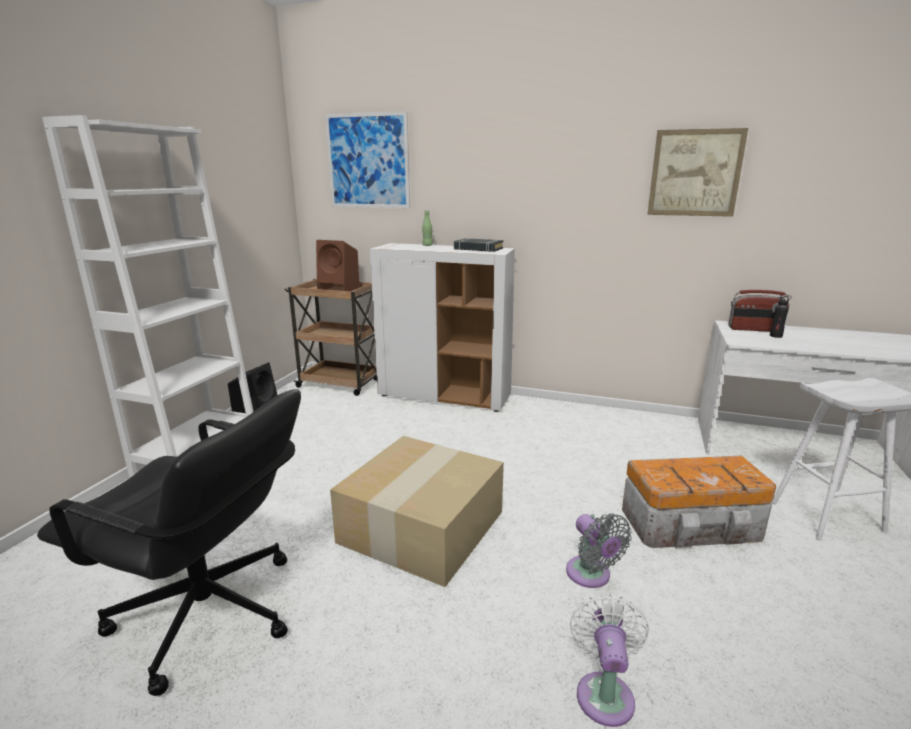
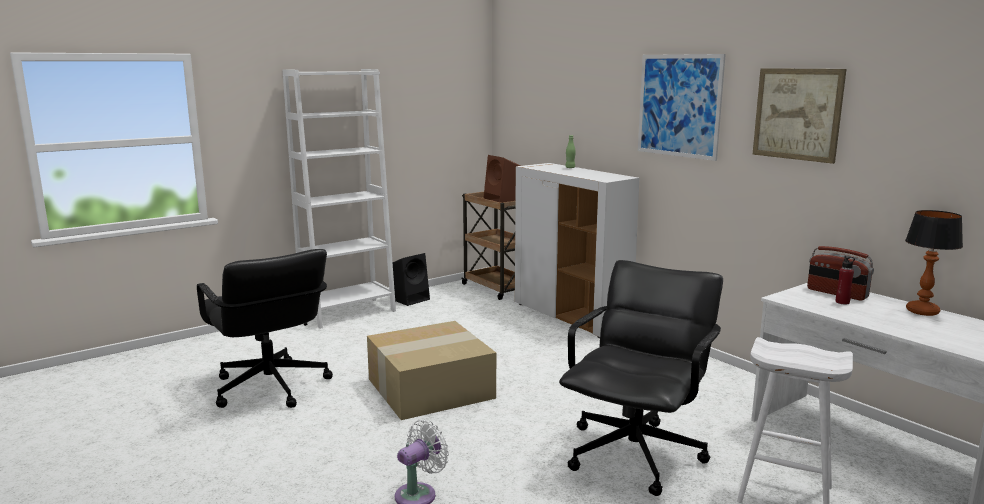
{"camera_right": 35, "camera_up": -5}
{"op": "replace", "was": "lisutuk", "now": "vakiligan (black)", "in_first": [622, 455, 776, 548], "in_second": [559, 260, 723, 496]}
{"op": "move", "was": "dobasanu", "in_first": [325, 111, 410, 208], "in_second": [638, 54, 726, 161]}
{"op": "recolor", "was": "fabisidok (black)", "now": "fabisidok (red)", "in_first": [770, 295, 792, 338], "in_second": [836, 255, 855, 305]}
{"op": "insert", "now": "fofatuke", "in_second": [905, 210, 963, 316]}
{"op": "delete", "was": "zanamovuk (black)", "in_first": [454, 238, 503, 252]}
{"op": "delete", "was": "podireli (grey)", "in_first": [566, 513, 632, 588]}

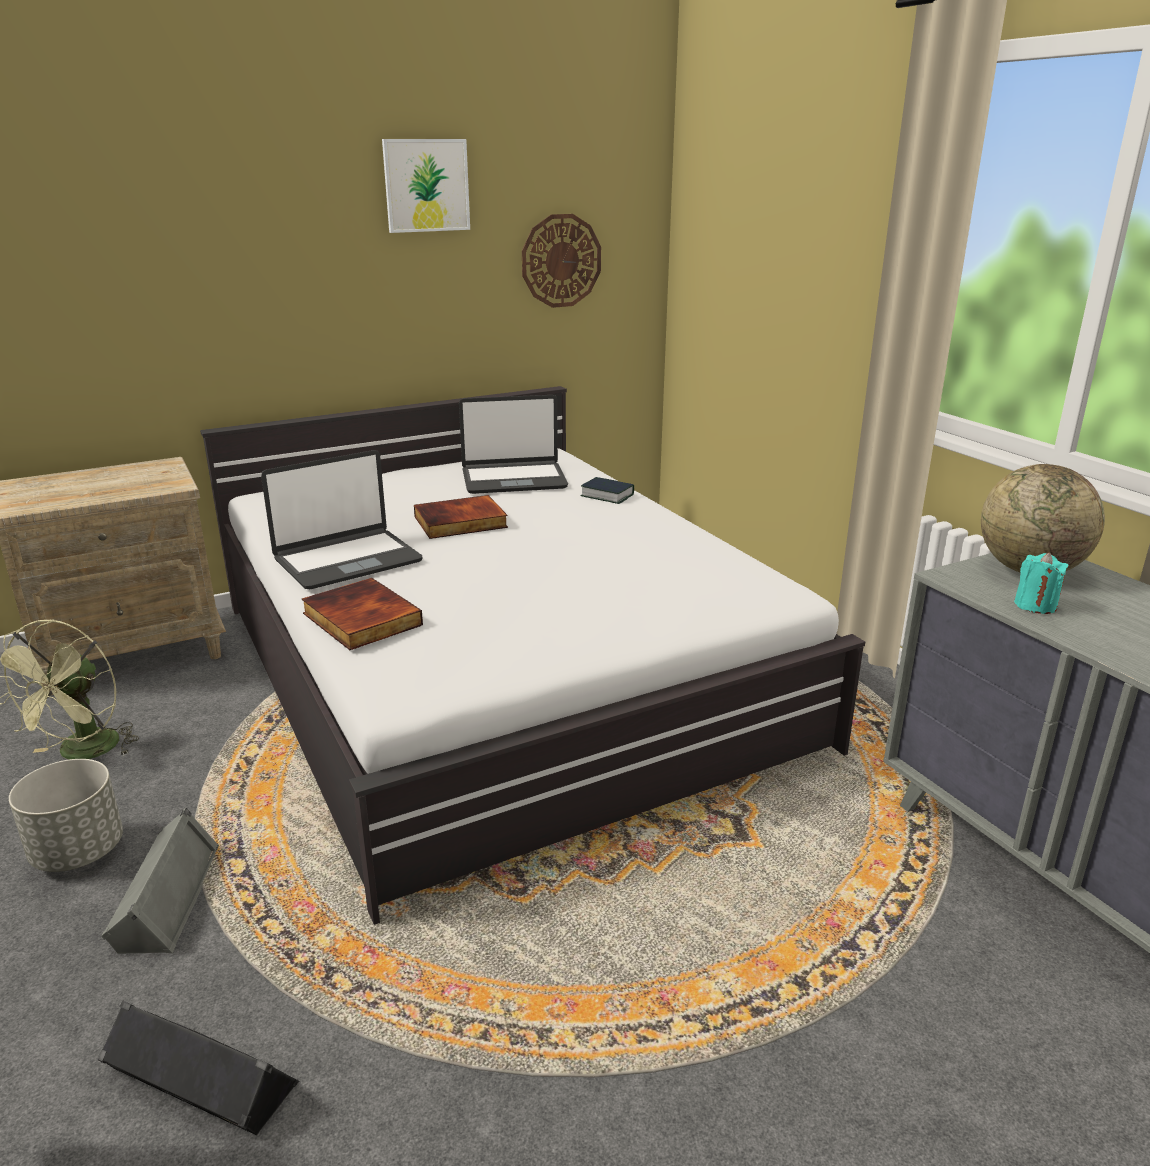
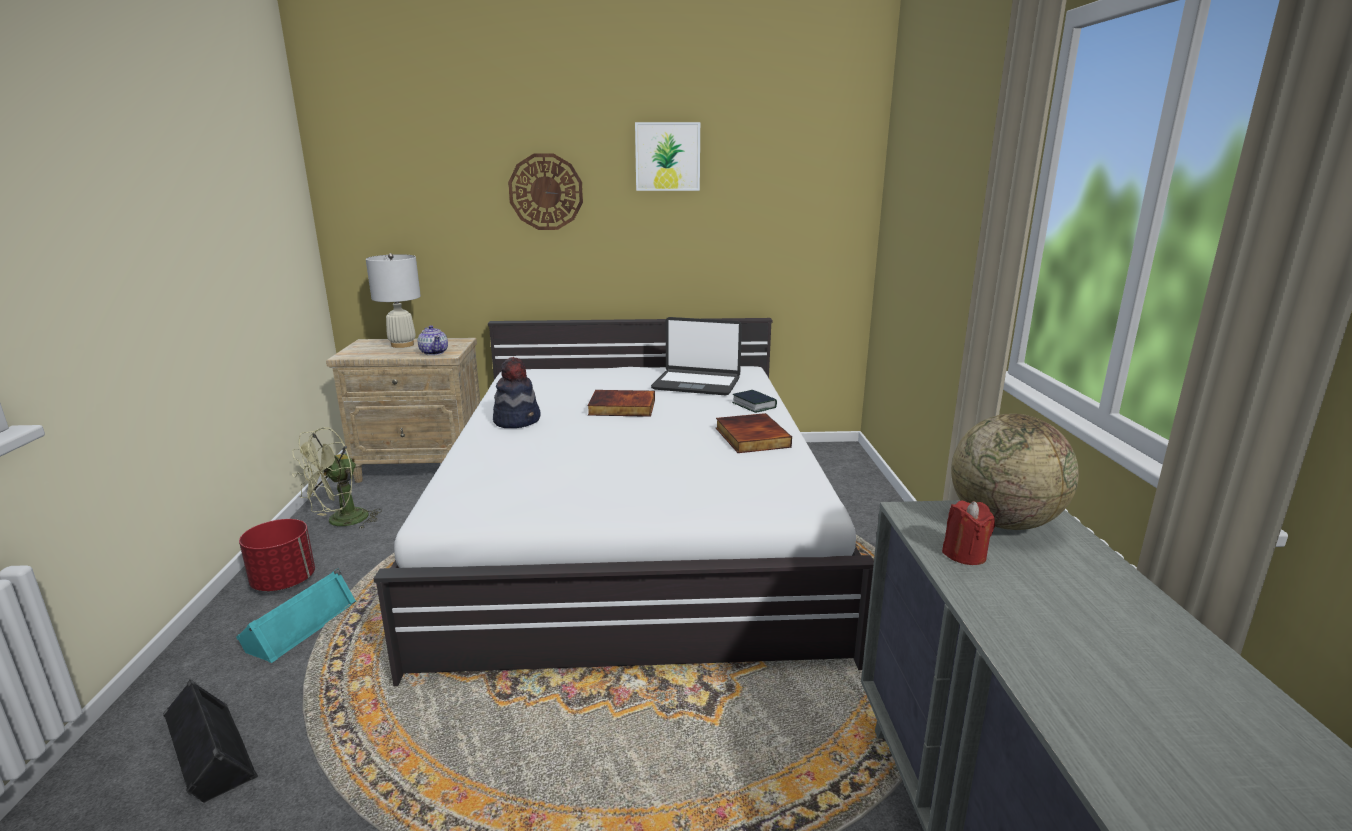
{"camera_right": 25, "camera_up": -5}
{"op": "recolor", "was": "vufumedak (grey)", "now": "vufumedak (turquoise)", "in_first": [101, 808, 219, 954], "in_second": [236, 569, 357, 663]}
{"op": "recolor", "was": "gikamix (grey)", "now": "gikamix (red)", "in_first": [9, 759, 123, 872], "in_second": [239, 519, 315, 591]}
{"op": "insert", "now": "fofatuke (white)", "in_second": [366, 253, 421, 348]}
{"op": "insert", "now": "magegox", "in_second": [418, 325, 448, 355]}
{"op": "replace", "was": "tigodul", "now": "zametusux", "in_first": [261, 450, 423, 589], "in_second": [493, 357, 541, 428]}
{"op": "move", "was": "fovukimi", "in_first": [522, 214, 601, 308], "in_second": [508, 154, 583, 230]}
{"op": "move", "was": "zanamovuk", "in_first": [302, 578, 423, 650], "in_second": [716, 413, 792, 453]}
{"op": "recolor", "was": "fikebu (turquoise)", "now": "fikebu (red)", "in_first": [1014, 553, 1069, 614], "in_second": [942, 501, 995, 565]}

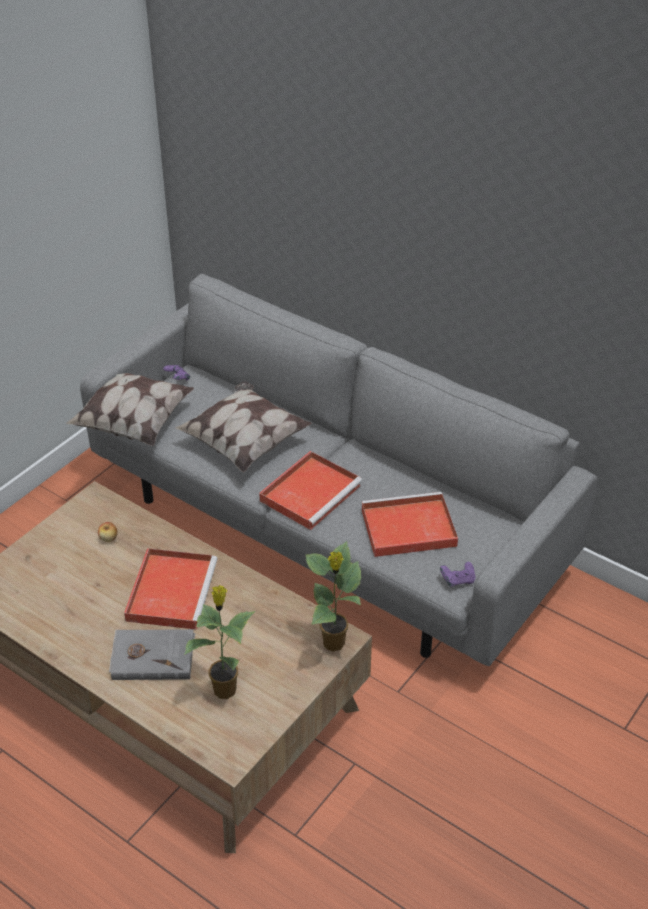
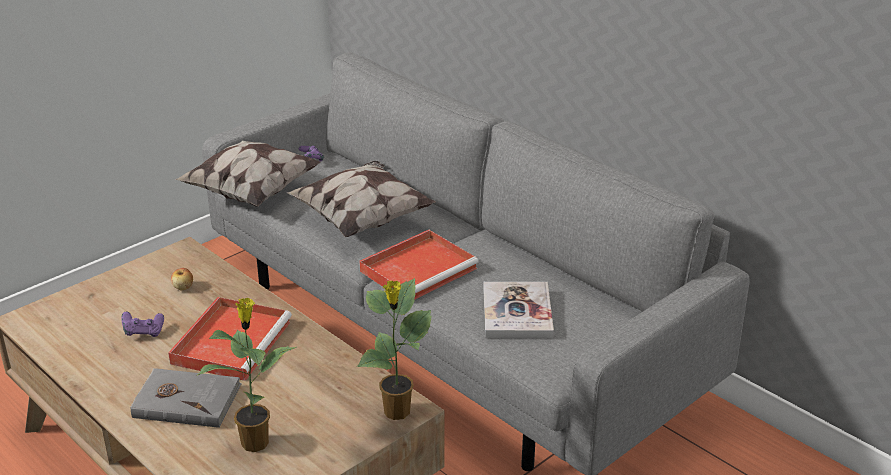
{"camera_right": 10, "camera_up": -10}
{"op": "move", "was": "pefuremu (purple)", "in_first": [440, 562, 476, 587], "in_second": [121, 312, 164, 337]}
{"op": "replace", "was": "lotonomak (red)", "now": "zanamovuk", "in_first": [362, 492, 458, 557], "in_second": [483, 282, 554, 338]}

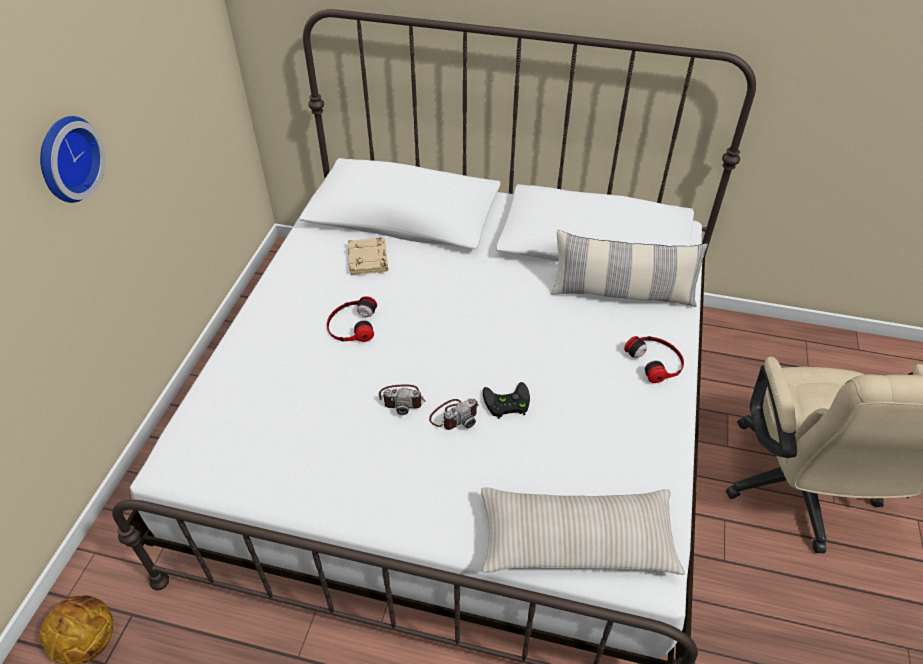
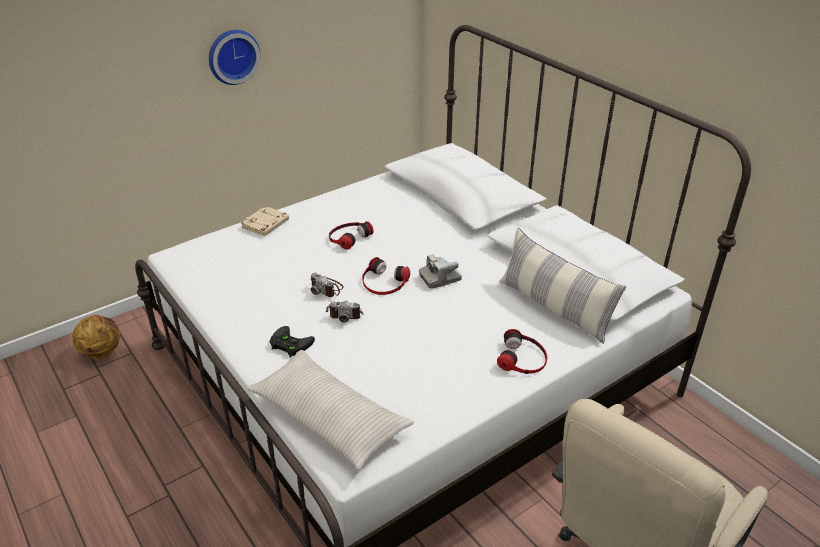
{"camera_right": 40, "camera_up": -10}
{"op": "move", "was": "zanamovuk (beige)", "in_first": [348, 238, 388, 275], "in_second": [241, 206, 289, 236]}
{"op": "move", "was": "pefuremu (black)", "in_first": [483, 382, 530, 419], "in_second": [269, 326, 315, 357]}
{"op": "insert", "now": "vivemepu", "in_second": [362, 257, 410, 295]}
{"op": "insert", "now": "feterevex", "in_second": [419, 254, 462, 289]}

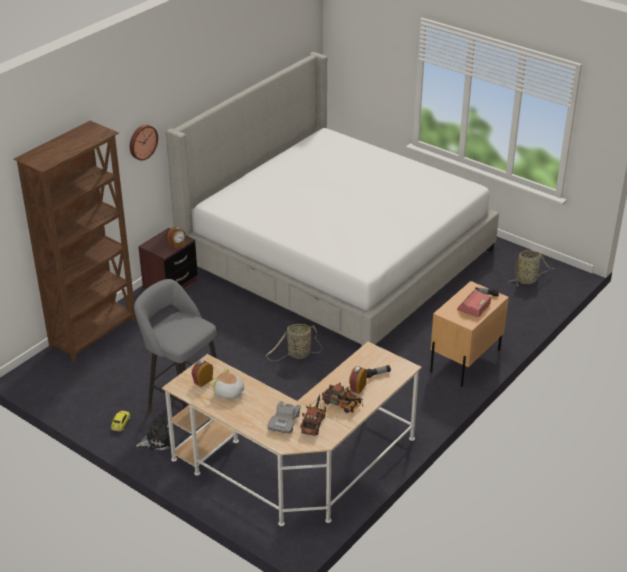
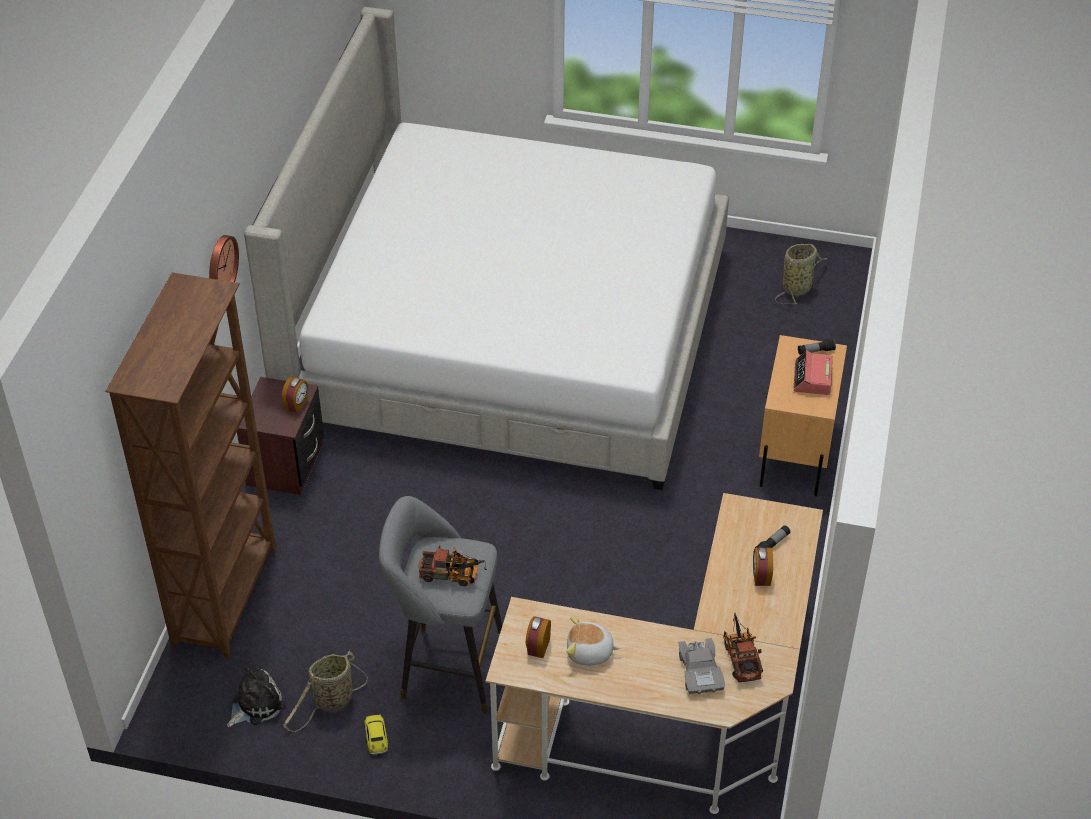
{"camera_right": -25, "camera_up": 10}
{"op": "move", "was": "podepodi", "in_first": [136, 414, 171, 451], "in_second": [227, 665, 286, 727]}
{"op": "move", "was": "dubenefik", "in_first": [266, 324, 322, 361], "in_second": [283, 651, 368, 732]}
{"op": "move", "was": "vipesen", "in_first": [322, 382, 363, 413], "in_second": [418, 545, 487, 586]}

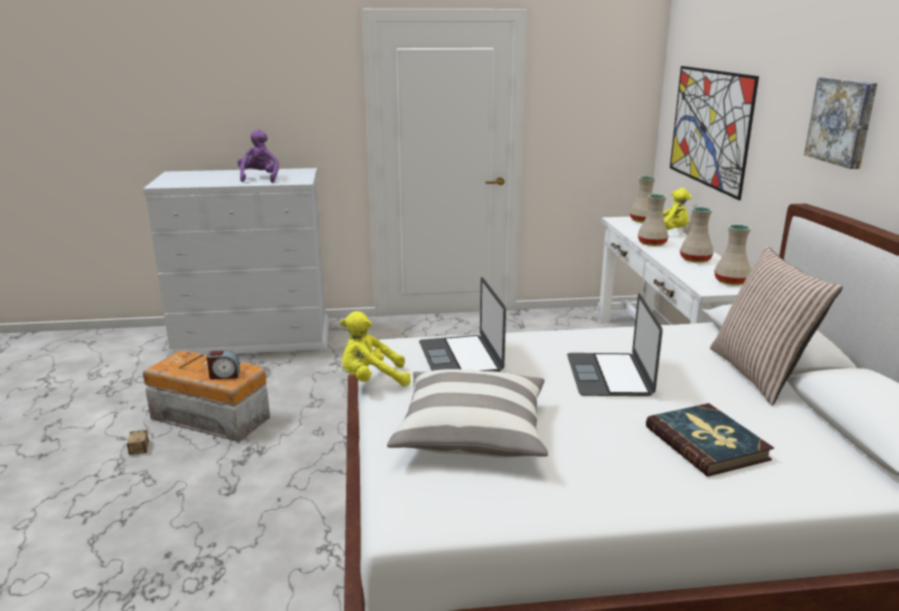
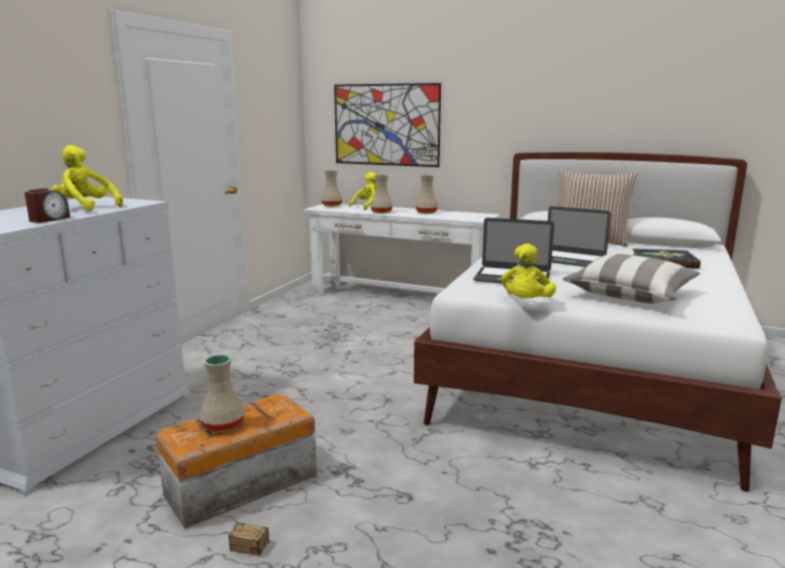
{"camera_right": -60, "camera_up": -5}
{"op": "move", "was": "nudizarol", "in_first": [207, 350, 240, 379], "in_second": [24, 188, 70, 223]}
{"op": "recolor", "was": "podepodi (purple)", "now": "podepodi (yellow)", "in_first": [238, 129, 279, 183], "in_second": [51, 145, 123, 211]}
{"op": "move", "was": "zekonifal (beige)", "in_first": [714, 224, 751, 285], "in_second": [199, 355, 245, 432]}
{"op": "delete", "was": "dobasanu", "in_first": [804, 77, 877, 169]}

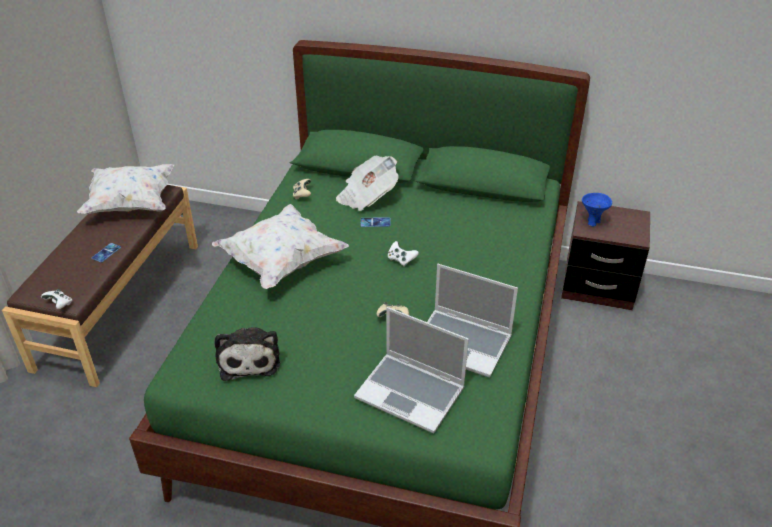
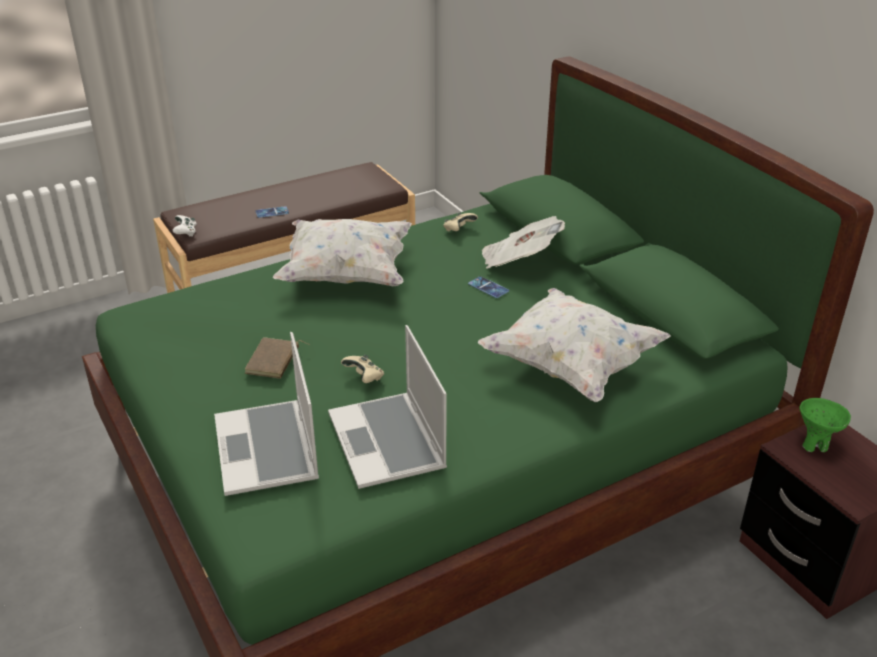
{"camera_right": 45, "camera_up": -5}
{"op": "insert", "now": "zanamovuk (brown)", "in_second": [245, 337, 310, 379]}
{"op": "move", "was": "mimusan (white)", "in_first": [77, 164, 174, 214], "in_second": [478, 288, 671, 402]}
{"op": "recolor", "was": "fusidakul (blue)", "now": "fusidakul (green)", "in_first": [582, 193, 612, 227], "in_second": [799, 398, 851, 452]}
{"op": "delete", "was": "podepodi", "in_first": [214, 327, 280, 381]}
{"op": "delete", "was": "pefuremu (white)", "in_first": [388, 241, 419, 267]}

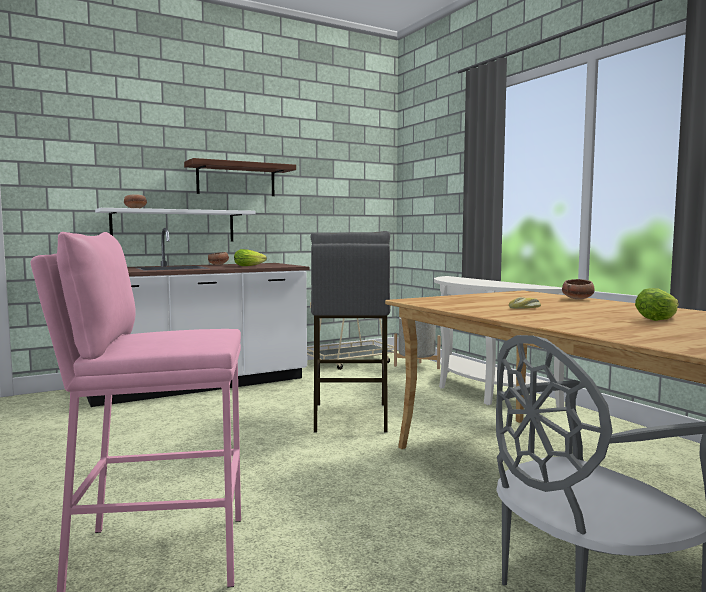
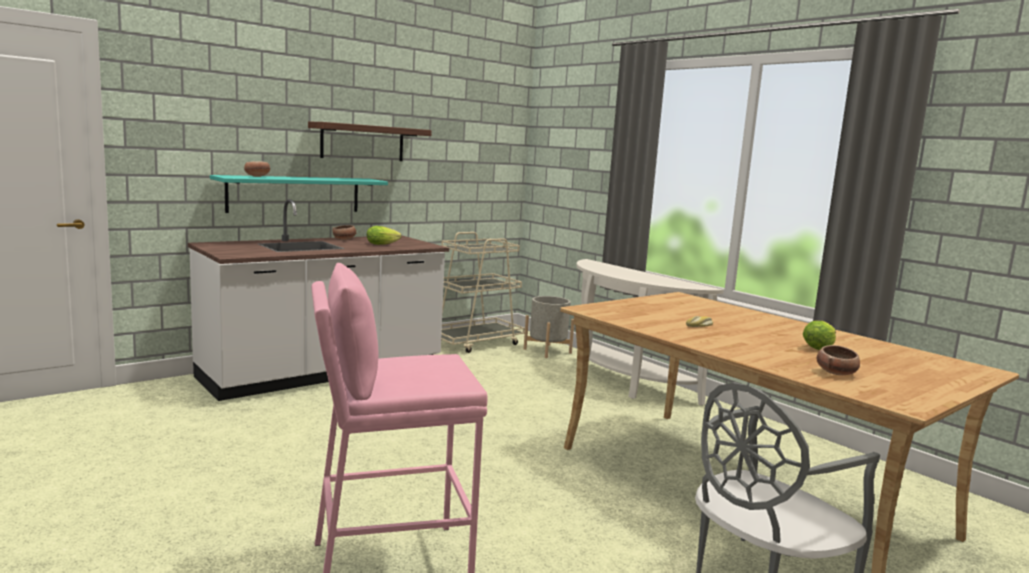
{"camera_right": -10, "camera_up": 5}
{"op": "recolor", "was": "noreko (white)", "now": "noreko (turquoise)", "in_first": [95, 208, 256, 242], "in_second": [210, 175, 388, 213]}
{"op": "move", "was": "fusidakul", "in_first": [562, 279, 595, 300], "in_second": [817, 345, 860, 375]}
{"op": "delete", "was": "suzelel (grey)", "in_first": [310, 231, 390, 432]}

